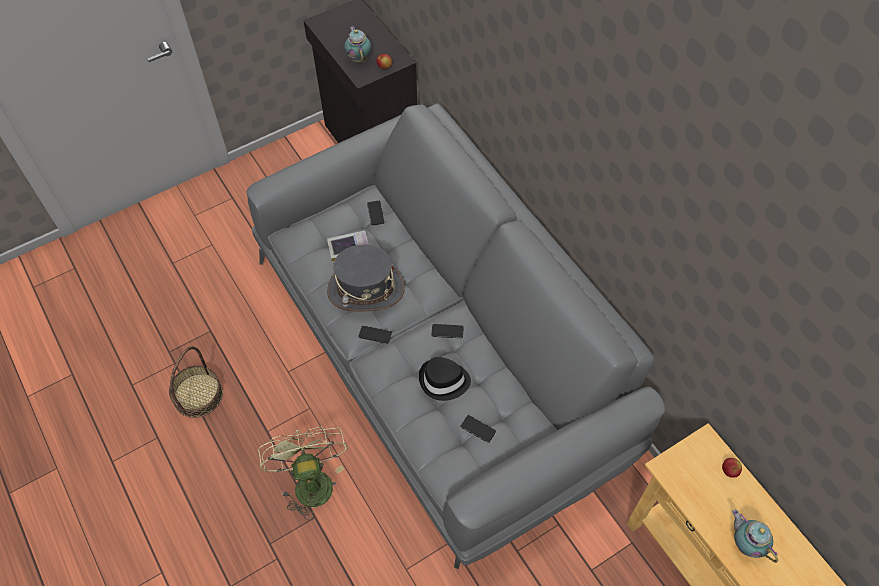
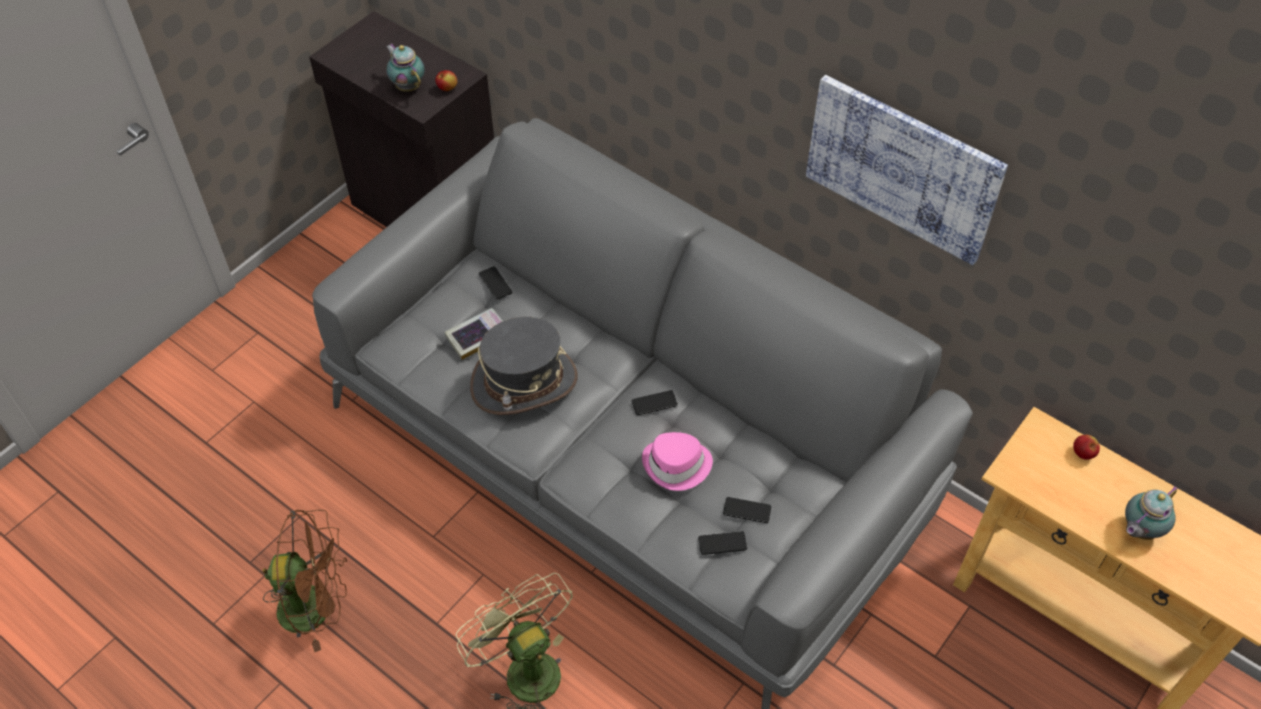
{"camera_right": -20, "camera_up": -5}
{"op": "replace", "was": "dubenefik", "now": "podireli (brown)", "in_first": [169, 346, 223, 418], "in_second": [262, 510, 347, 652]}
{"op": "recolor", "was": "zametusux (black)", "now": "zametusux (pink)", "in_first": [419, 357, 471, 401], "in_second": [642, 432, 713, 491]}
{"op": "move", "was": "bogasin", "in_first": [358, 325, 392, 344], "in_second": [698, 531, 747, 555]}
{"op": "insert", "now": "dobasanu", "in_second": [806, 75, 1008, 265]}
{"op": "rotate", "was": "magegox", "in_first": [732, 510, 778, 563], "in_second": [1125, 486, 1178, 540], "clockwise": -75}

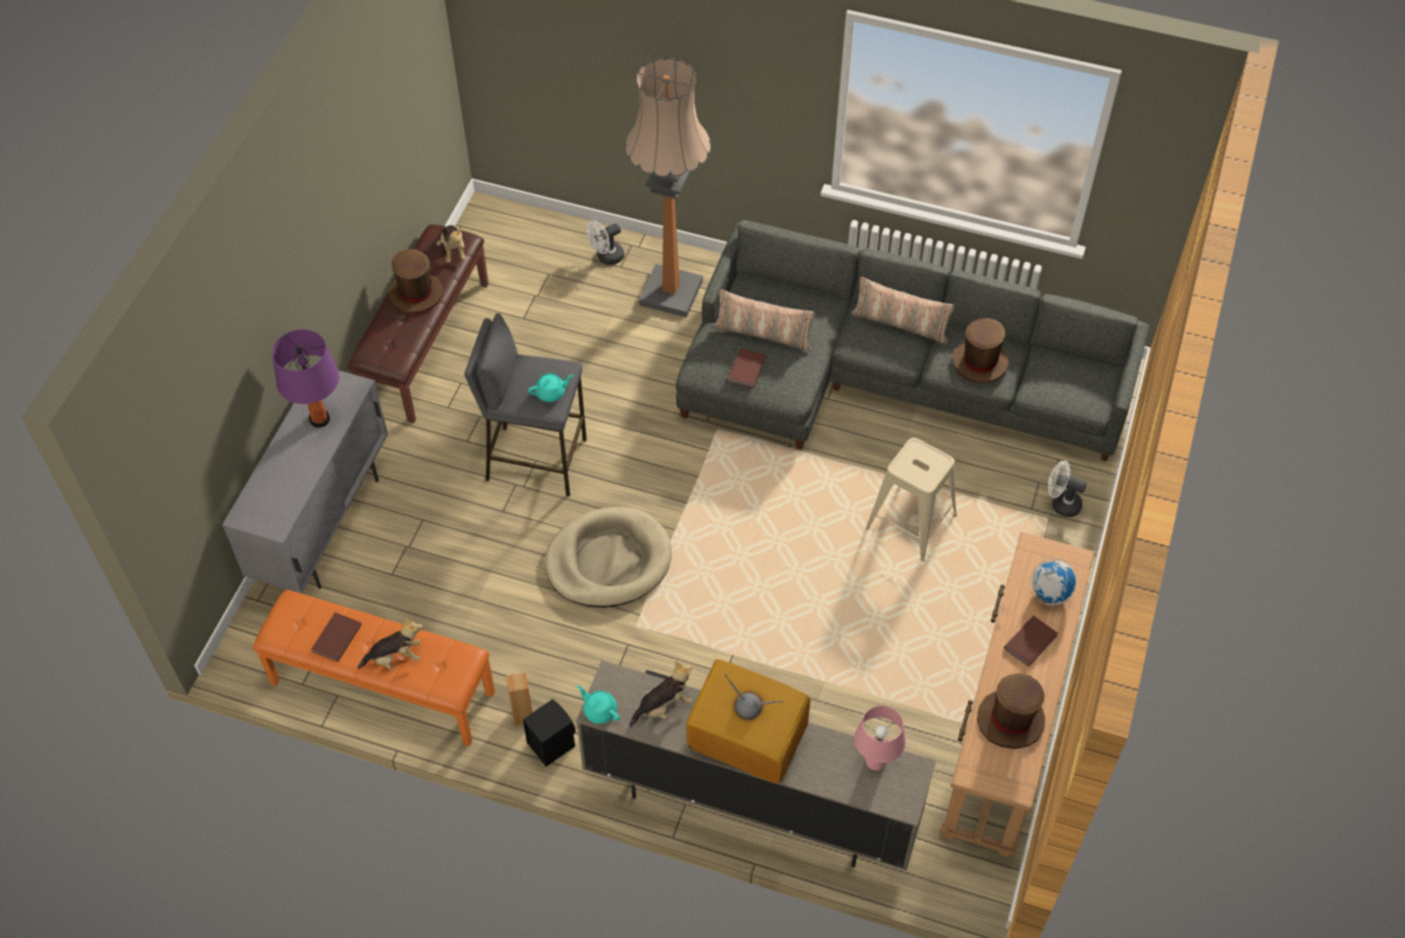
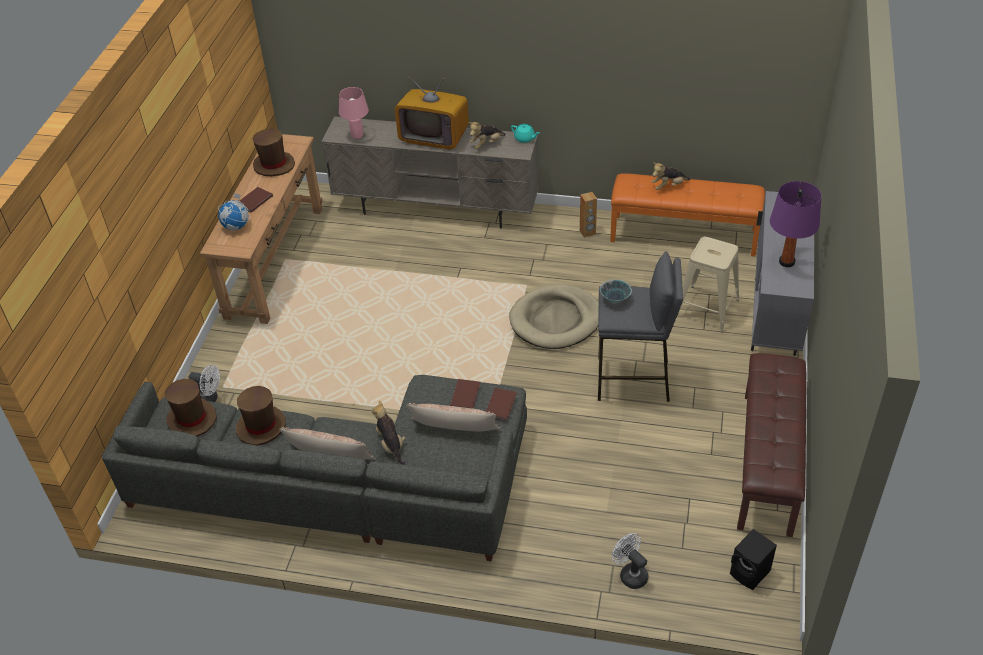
{"camera_right": 175, "camera_up": -10}
{"op": "move", "was": "zametusux (brown)", "in_first": [388, 249, 443, 314], "in_second": [165, 379, 217, 437]}
{"op": "move", "was": "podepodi", "in_first": [436, 225, 466, 263], "in_second": [371, 401, 406, 465]}
{"op": "move", "was": "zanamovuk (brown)", "in_first": [312, 612, 362, 662], "in_second": [485, 388, 517, 421]}
{"op": "replace", "was": "magegox (turquoise)", "now": "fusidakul", "in_first": [528, 373, 574, 402], "in_second": [600, 279, 632, 303]}
{"op": "rotate", "was": "podireli (white)", "in_first": [587, 220, 624, 265], "in_second": [612, 533, 649, 589], "clockwise": -90}
{"op": "move", "was": "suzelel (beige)", "in_first": [865, 438, 957, 561], "in_second": [677, 237, 739, 332]}
{"op": "move", "was": "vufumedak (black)", "in_first": [523, 699, 576, 767], "in_second": [730, 529, 777, 590]}
{"op": "delete", "was": "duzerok", "in_first": [625, 57, 711, 318]}

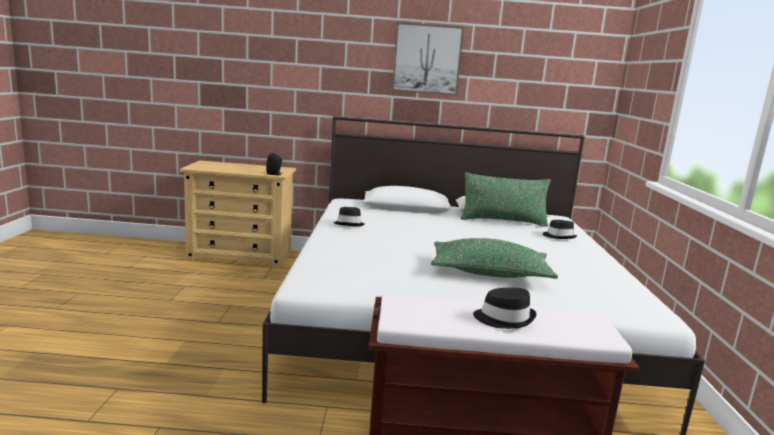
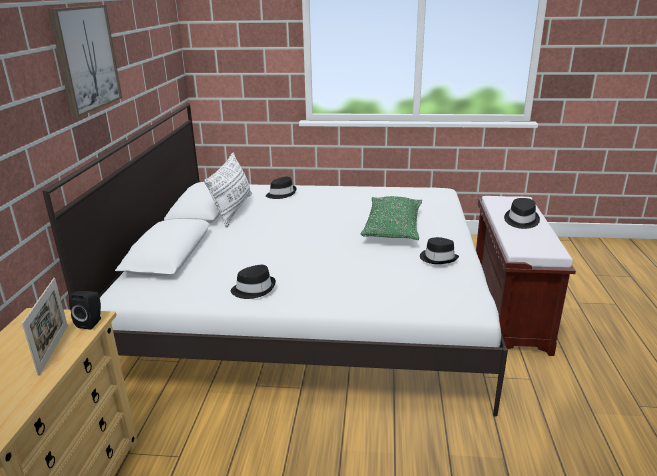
{"camera_right": -85, "camera_up": 10}
{"op": "insert", "now": "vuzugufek", "in_second": [22, 278, 68, 376]}
{"op": "recolor", "was": "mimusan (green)", "now": "mimusan (white)", "in_first": [460, 172, 551, 227], "in_second": [204, 152, 252, 228]}
{"op": "insert", "now": "zametusux (black)", "in_second": [420, 237, 459, 264]}

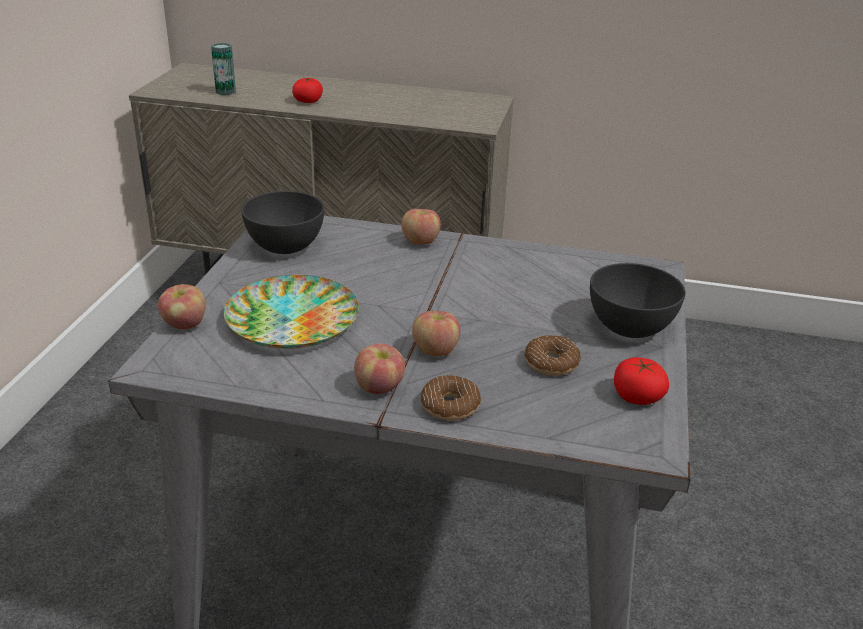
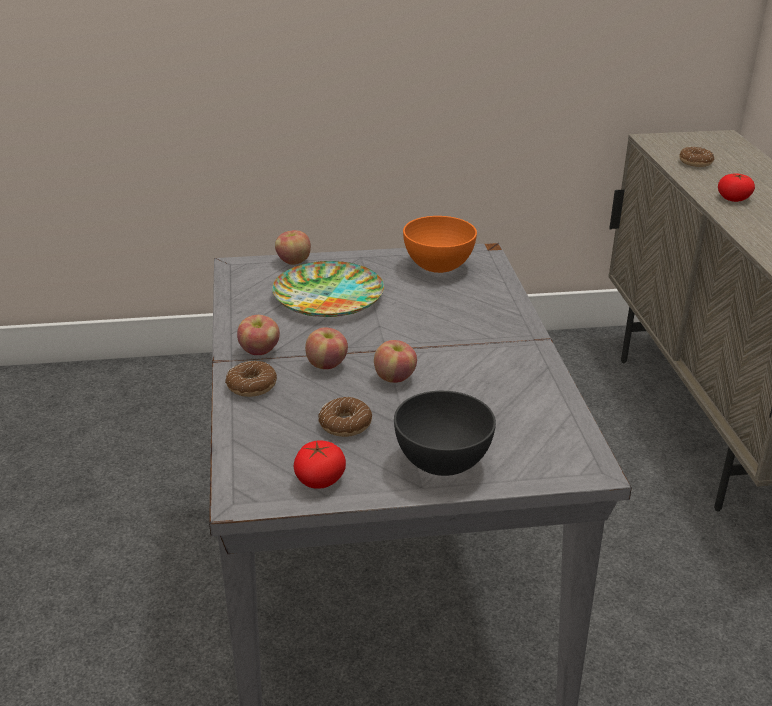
{"camera_right": 70, "camera_up": 0}
{"op": "move", "was": "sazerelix", "in_first": [401, 209, 441, 245], "in_second": [374, 340, 417, 383]}
{"op": "recolor", "was": "fusidakul (grey)", "now": "fusidakul (orange)", "in_first": [241, 191, 324, 254], "in_second": [403, 216, 477, 273]}
{"op": "replace", "was": "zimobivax", "now": "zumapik", "in_first": [211, 43, 236, 95], "in_second": [679, 147, 714, 167]}

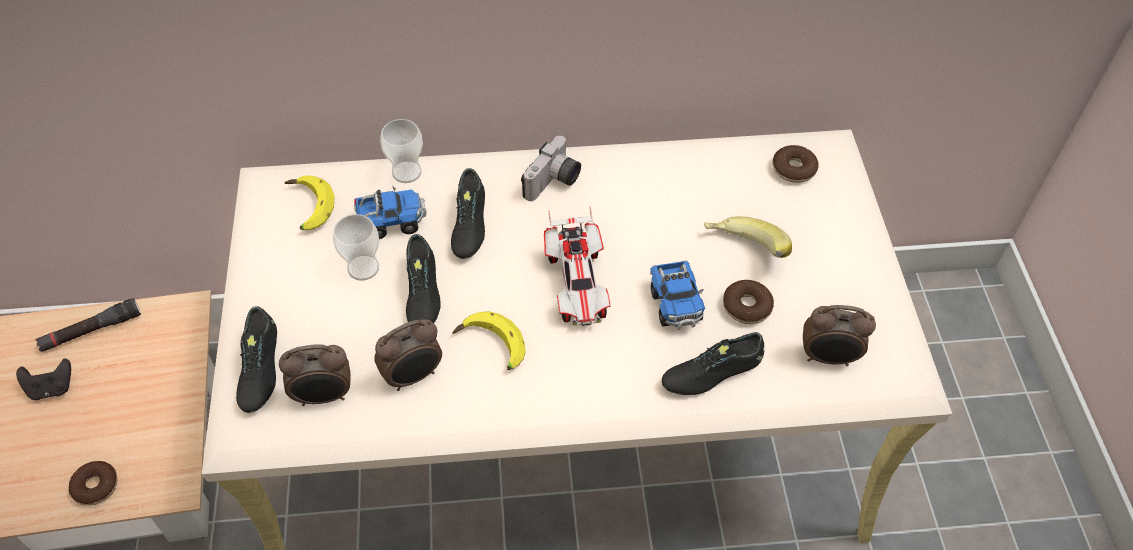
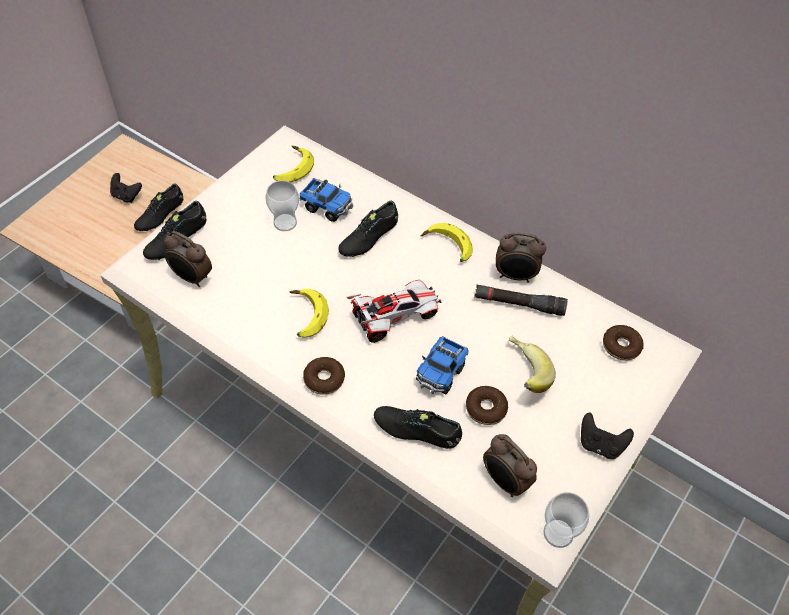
{"camera_right": 40, "camera_up": 0}
{"op": "move", "was": "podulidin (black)", "in_first": [406, 234, 441, 323], "in_second": [134, 183, 183, 231]}
{"op": "move", "was": "zumapik", "in_first": [69, 461, 118, 506], "in_second": [303, 357, 345, 395]}
{"op": "rotate", "was": "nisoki", "in_first": [544, 206, 610, 326], "in_second": [346, 280, 441, 343], "clockwise": -150}
{"op": "replace", "was": "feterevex", "now": "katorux", "in_first": [521, 136, 581, 201], "in_second": [421, 223, 473, 262]}
{"op": "move", "was": "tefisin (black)", "in_first": [35, 298, 141, 352], "in_second": [474, 285, 568, 316]}
{"op": "move", "was": "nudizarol", "in_first": [374, 319, 442, 391], "in_second": [496, 232, 546, 283]}
{"op": "move", "was": "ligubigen", "in_first": [380, 119, 423, 183], "in_second": [543, 492, 589, 548]}
{"op": "insert", "now": "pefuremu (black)", "in_second": [581, 413, 634, 459]}

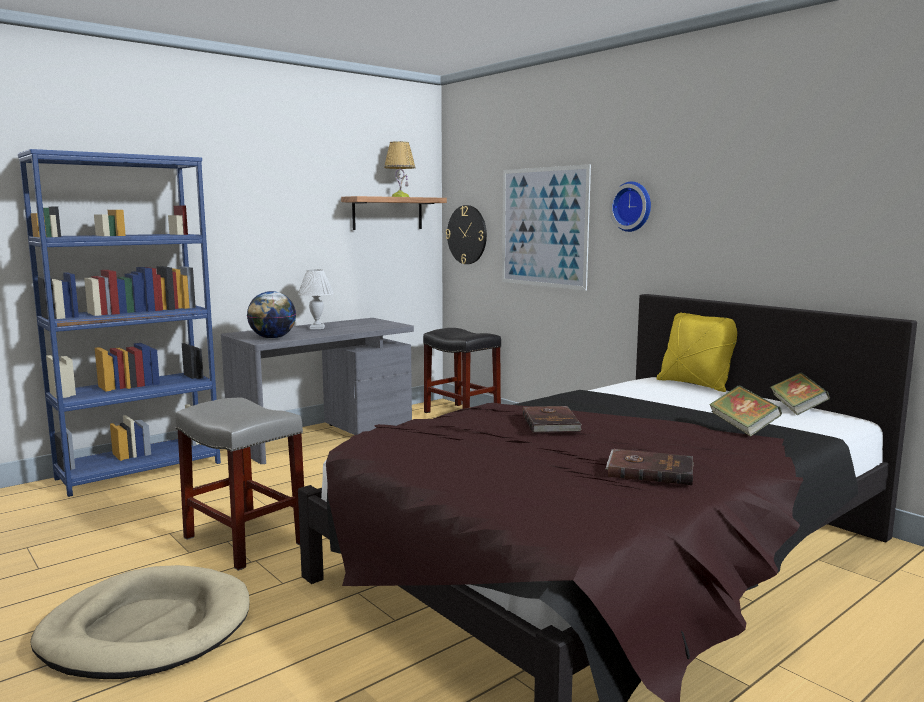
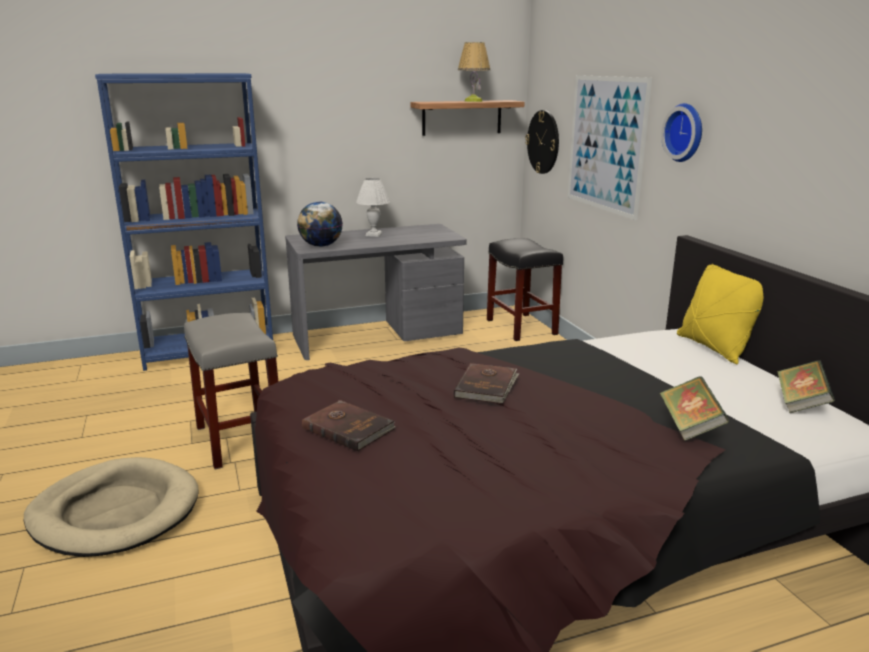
{"camera_right": 20, "camera_up": 10}
{"op": "move", "was": "zanamovuk (brown)", "in_first": [605, 449, 694, 485], "in_second": [302, 400, 395, 452]}

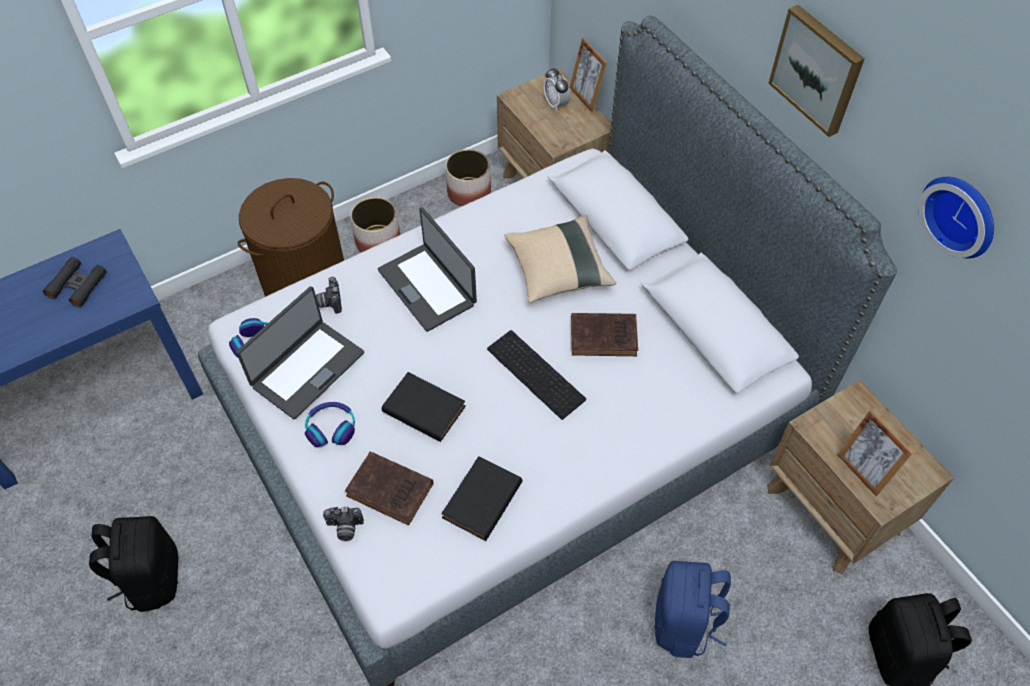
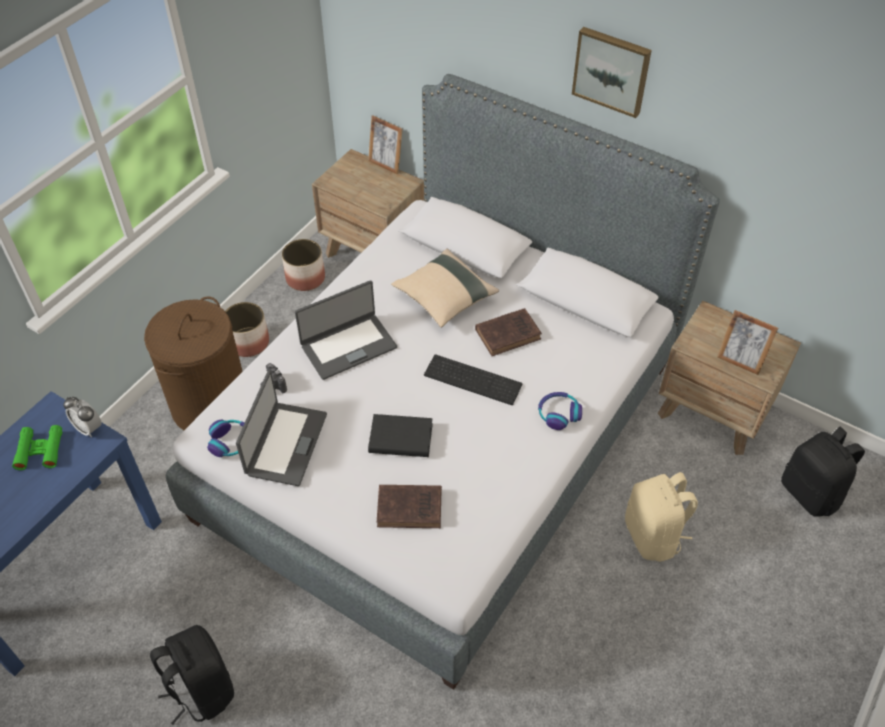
{"camera_right": -25, "camera_up": -5}
{"op": "recolor", "was": "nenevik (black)", "now": "nenevik (green)", "in_first": [43, 257, 107, 308], "in_second": [12, 425, 62, 470]}
{"op": "move", "was": "nudizarol", "in_first": [544, 68, 571, 111], "in_second": [63, 397, 102, 437]}
{"op": "rotate", "was": "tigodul", "in_first": [378, 207, 477, 332], "in_second": [295, 280, 397, 380], "clockwise": -60}
{"op": "move", "was": "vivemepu", "in_first": [305, 402, 355, 447], "in_second": [538, 392, 582, 430]}
{"op": "recolor", "was": "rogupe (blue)", "now": "rogupe (beige)", "in_first": [655, 561, 731, 658], "in_second": [625, 472, 698, 562]}
{"op": "delete", "was": "feterevex", "in_first": [323, 507, 364, 541]}
{"op": "delete", "was": "zanamovuk (black)", "in_first": [442, 456, 522, 541]}
{"op": "delete", "was": "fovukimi", "in_first": [918, 177, 994, 258]}

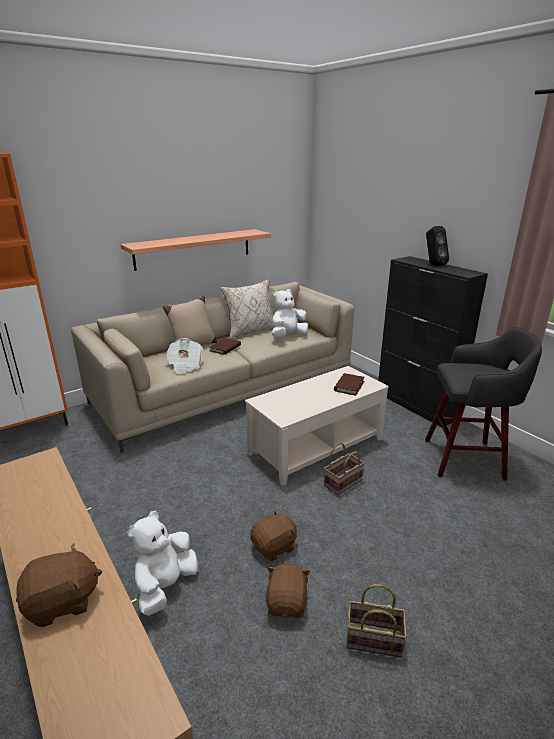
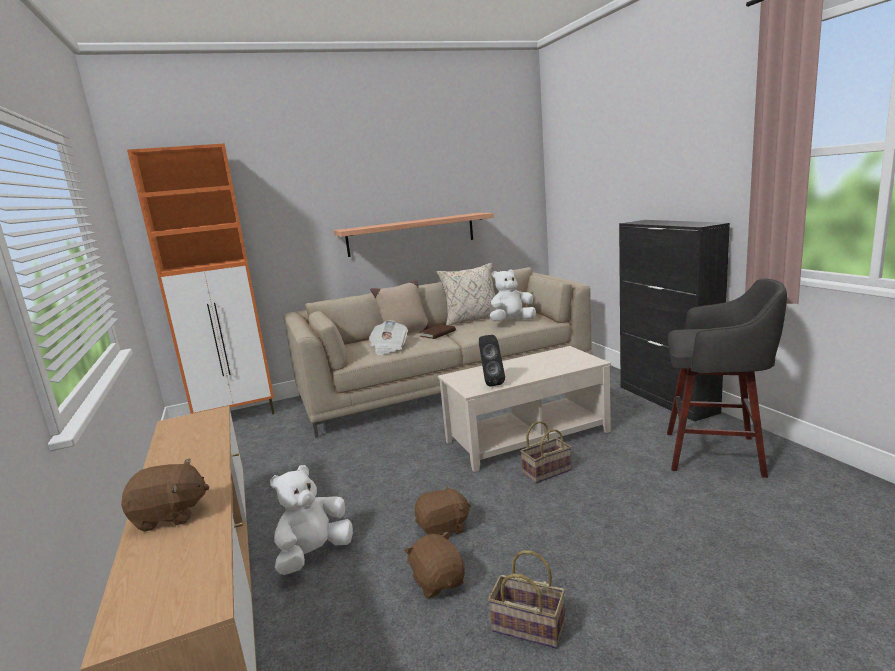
{"camera_right": 15, "camera_up": -10}
{"op": "rotate", "was": "podepodi (brown)", "in_first": [266, 564, 310, 618], "in_second": [404, 532, 465, 598], "clockwise": -45}
{"op": "move", "was": "vufumedak (black)", "in_first": [426, 226, 449, 266], "in_second": [479, 335, 505, 387]}
{"op": "delete", "was": "zanamovuk (brown)", "in_first": [334, 373, 365, 396]}

